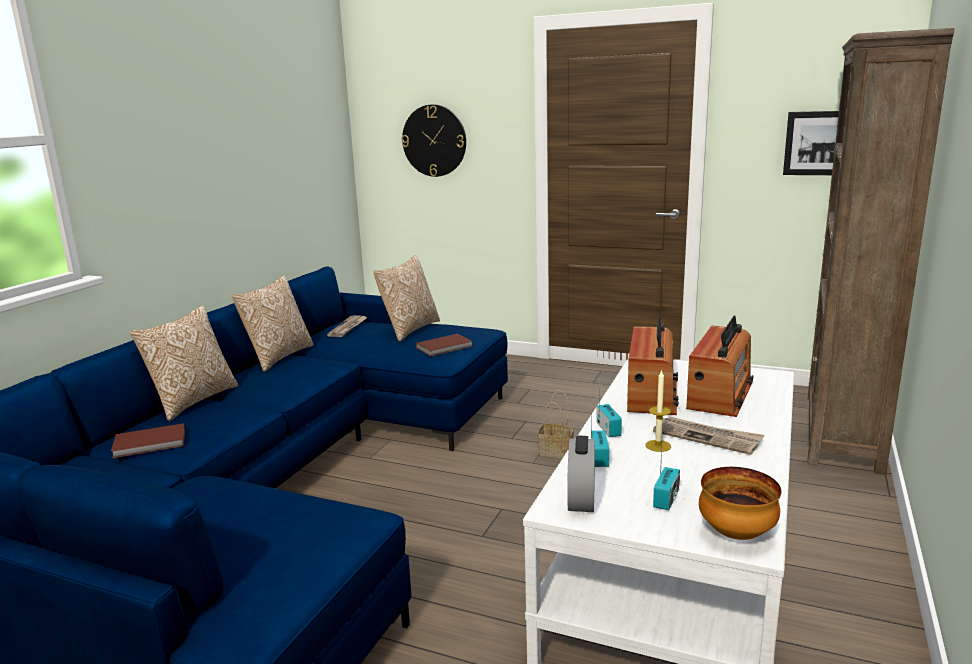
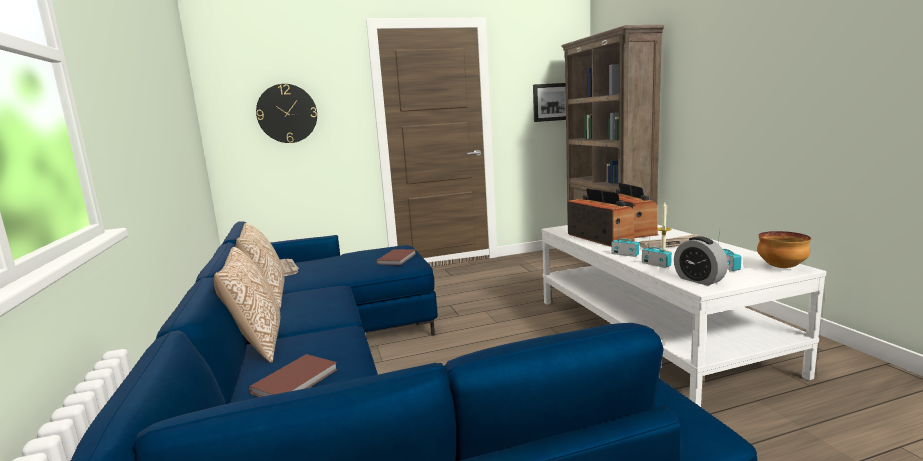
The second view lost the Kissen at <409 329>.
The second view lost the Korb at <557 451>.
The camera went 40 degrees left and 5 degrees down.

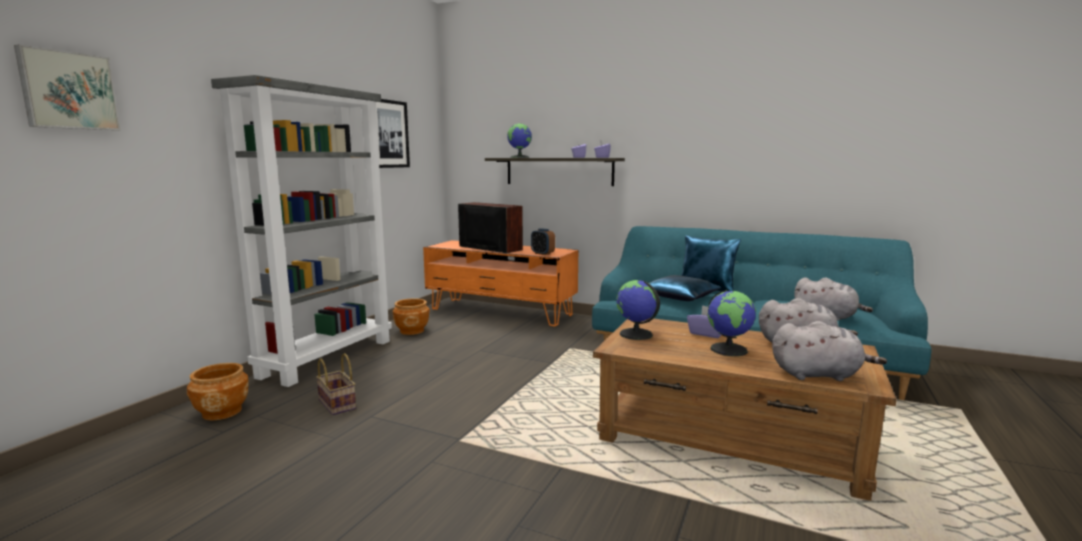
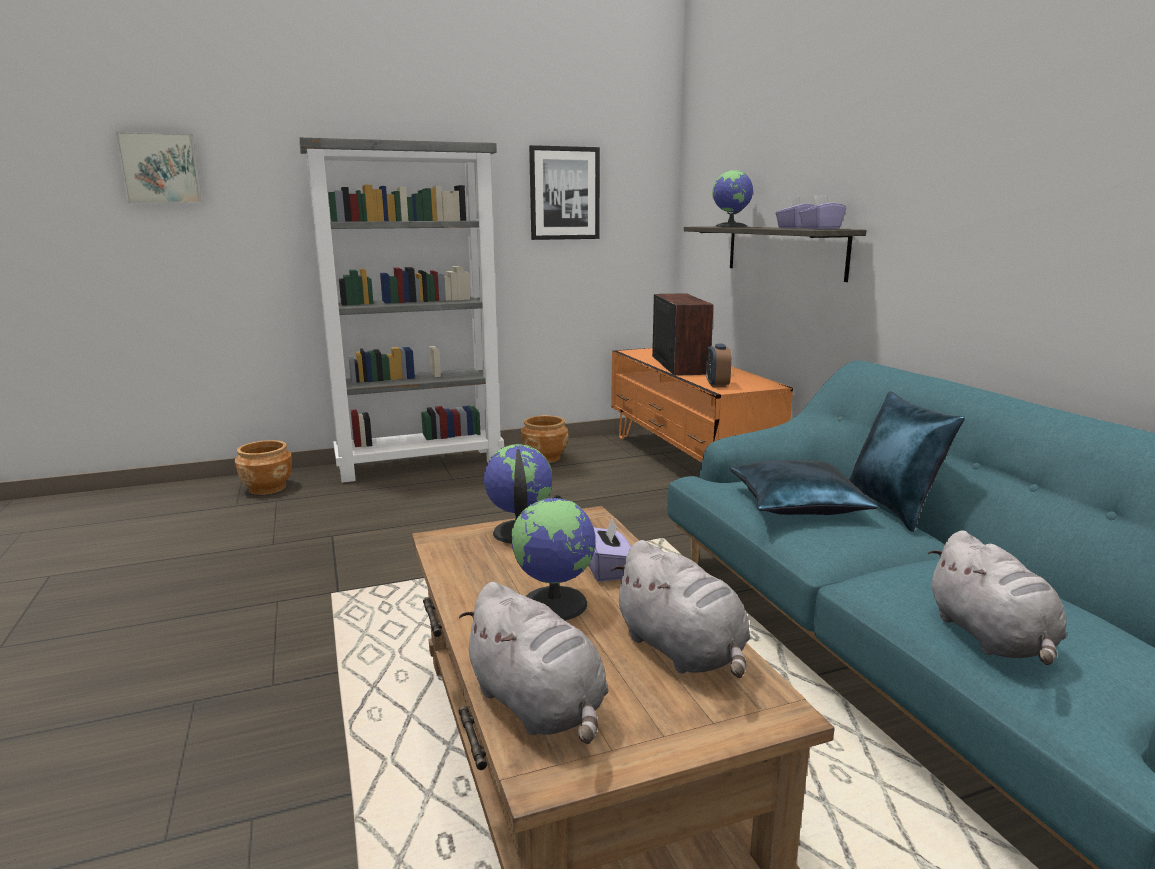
The second view lost the Korb at <338 404>.
The camera went 45 degrees right and 5 degrees up.

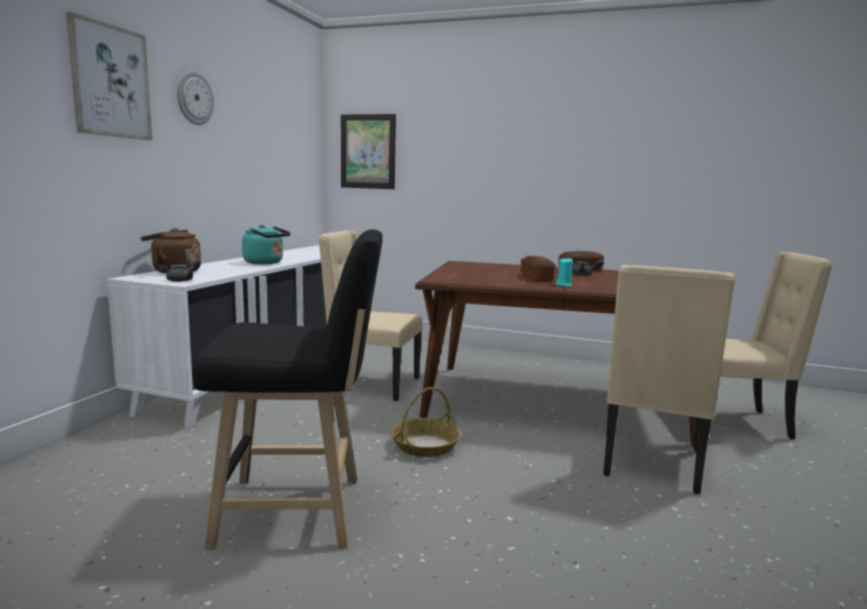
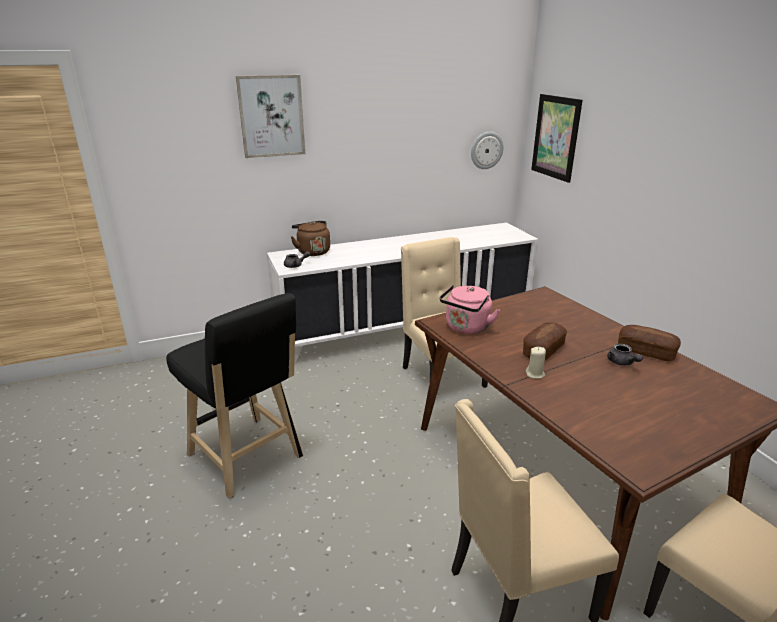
The Wanduhr ended up elsewhere, having gone from <194 98> to <486 150>.
The second view lost the Wasserkessel (türkis) at <266 263>.
The second view lost the Korb at <425 445>.
What was the Kerze (türkis) at <564 285> turned into the Kerze (beige) at <535 374>.
The second view gained the Wasserkessel (rosa) at <466 328>.
The camera went 50 degrees right and 15 degrees up.

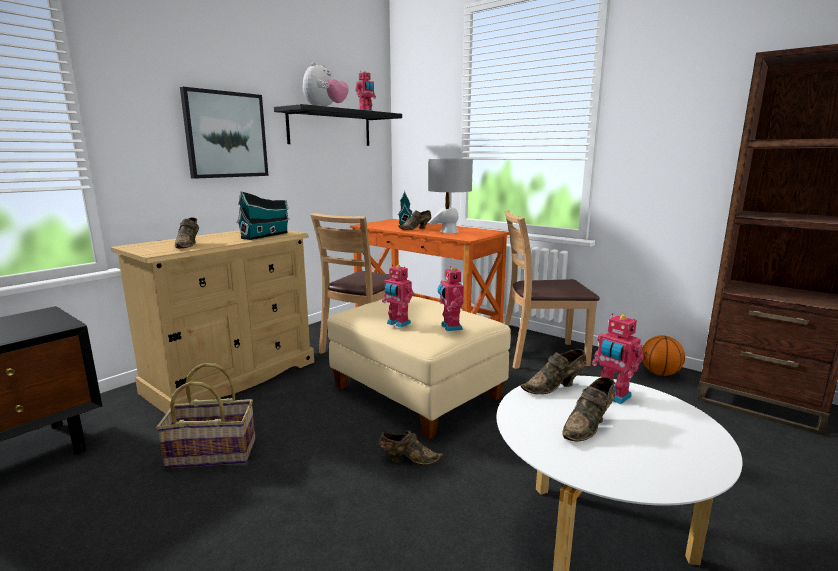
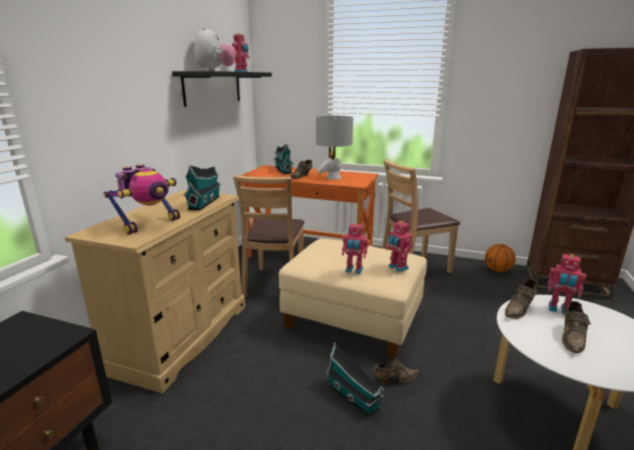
The second view lost the Korb at <213 452>.
Where the Schuh (braun) stood at <189 245>, the Spielzeugroboter came to stand at <149 224>.
The second view lost the Bild at <226 135>.
The second view gained the Spielzeughaus at <354 398>.
The camera went 20 degrees left and 5 degrees up.

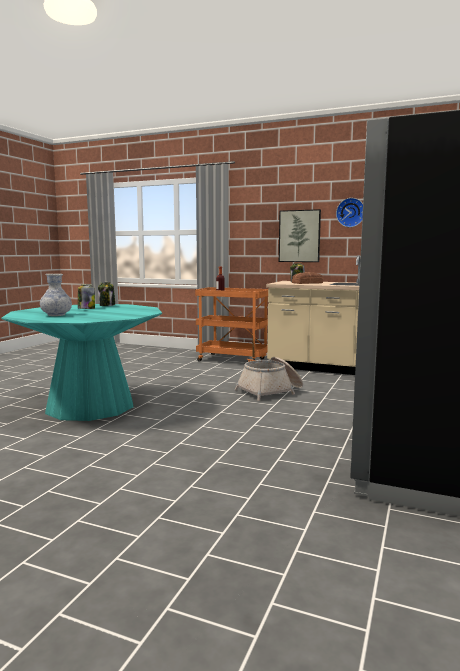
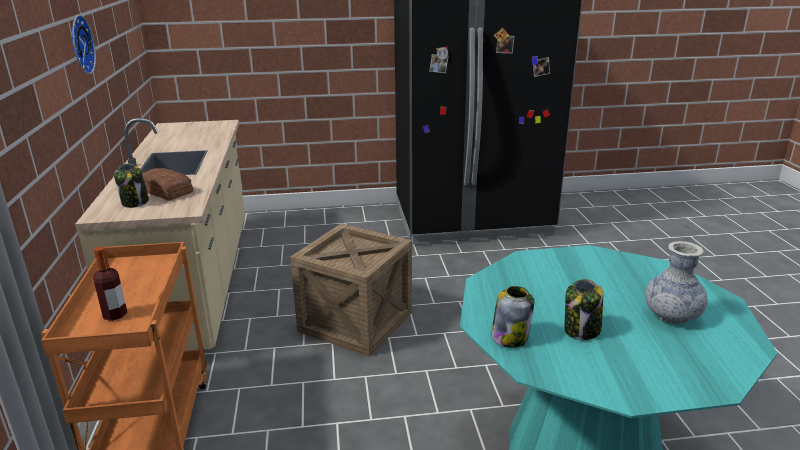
Where the Korb stood at <271 391>, the Kiste came to stand at <356 322>.
The second view lost the Bild at <299 236>.
The camera went 120 degrees left and 15 degrees up.

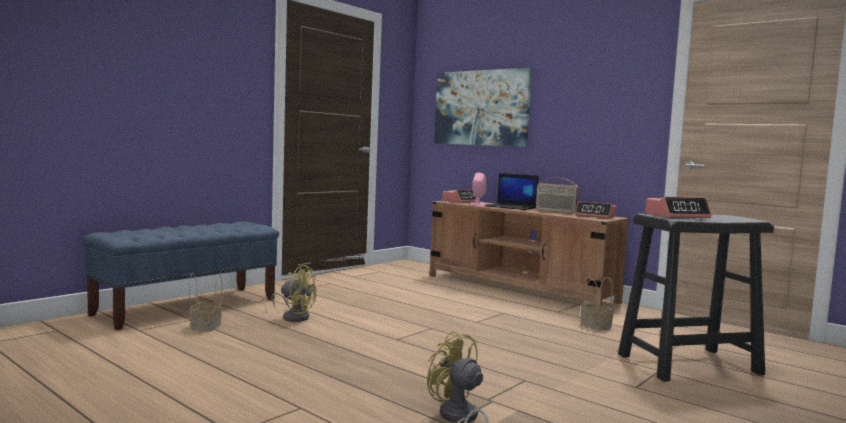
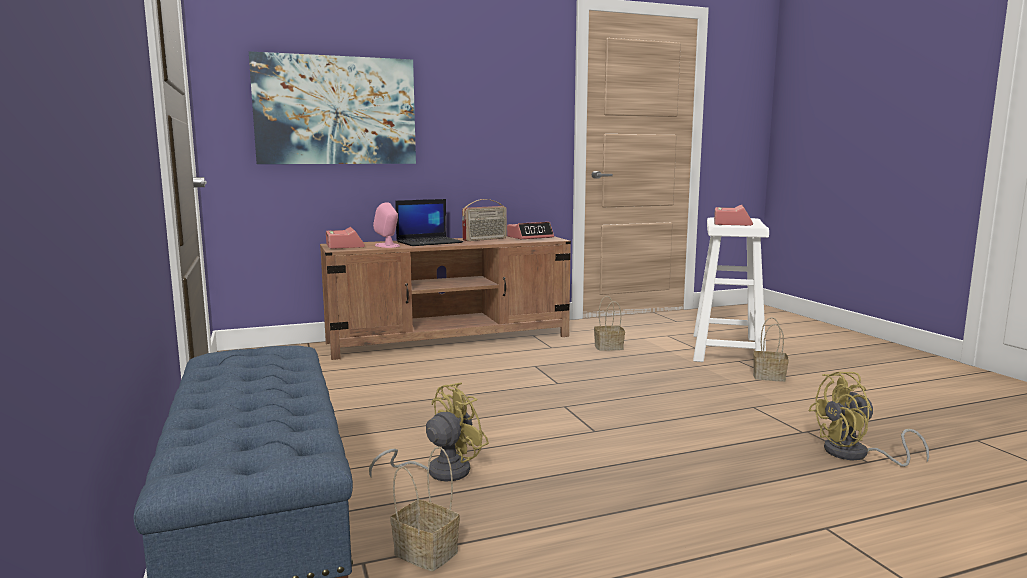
What was the Hocker (schwarz) at <689 364> turned into the Hocker (weiß) at <727 349>.
The second view gained the Korb at <770 376>.
The camera went 60 degrees left and 5 degrees up.

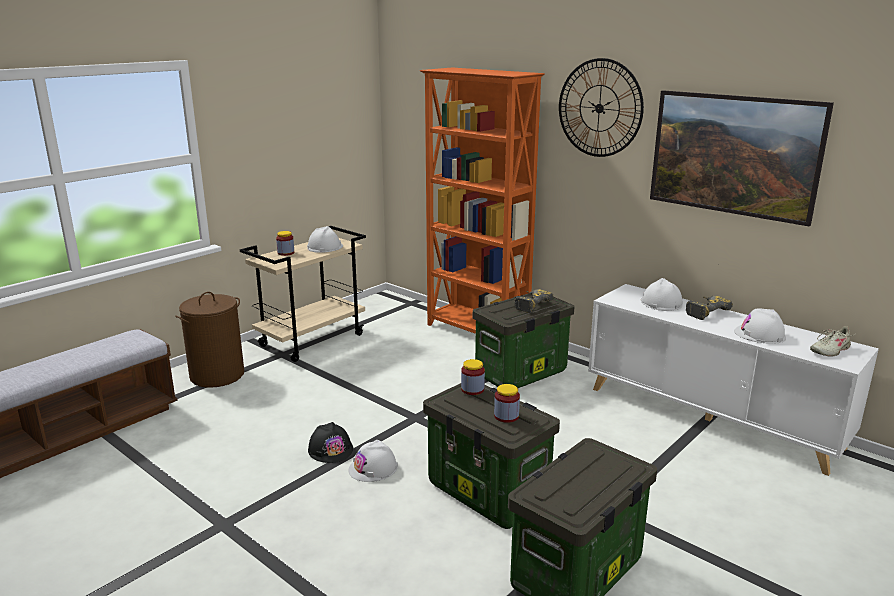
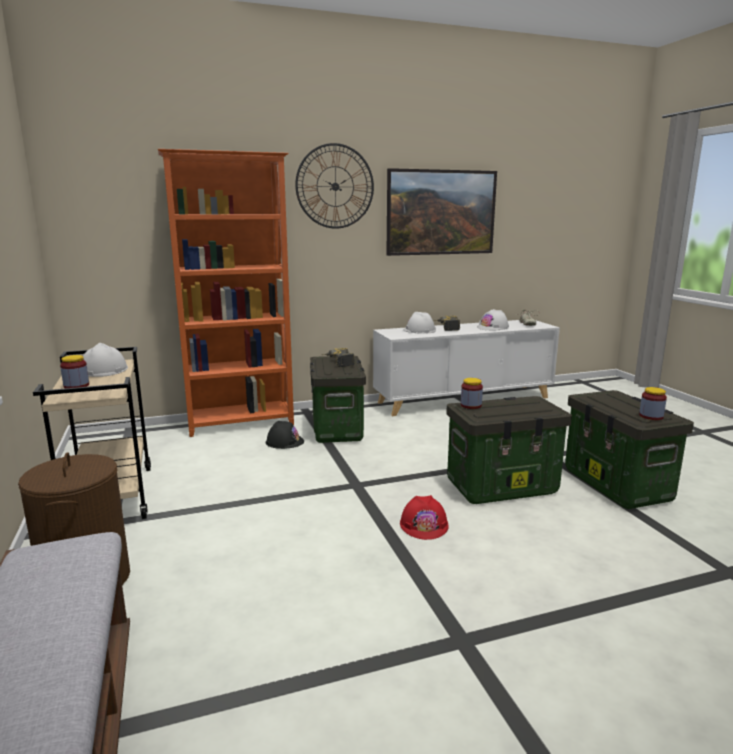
The Schutzhelm (schwarz) ended up elsewhere, having gone from <330 449> to <284 442>.
What was the Schutzhelm (weiß) at <373 468> turned into the Schutzhelm (rot) at <424 525>.
The Vorratsglas ended up elsewhere, having gone from <506 416> to <651 416>.
The camera went 60 degrees left and 5 degrees down.

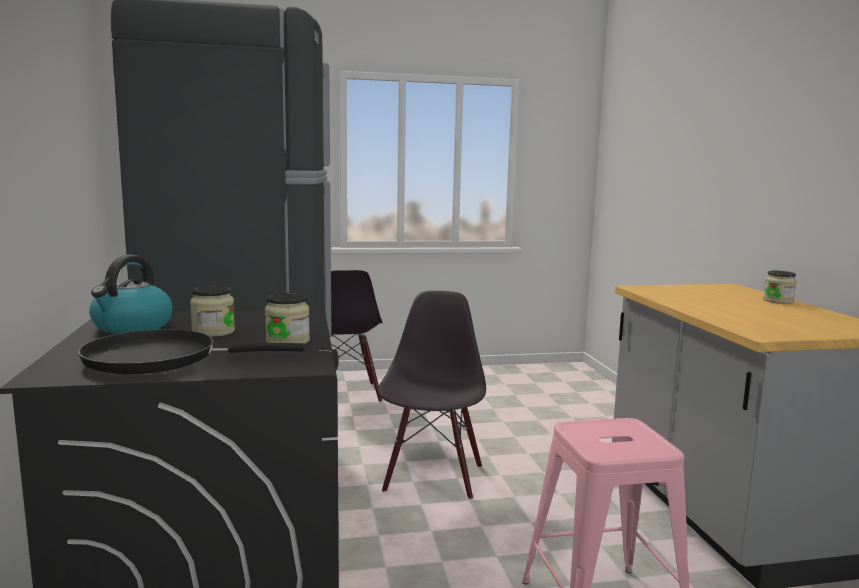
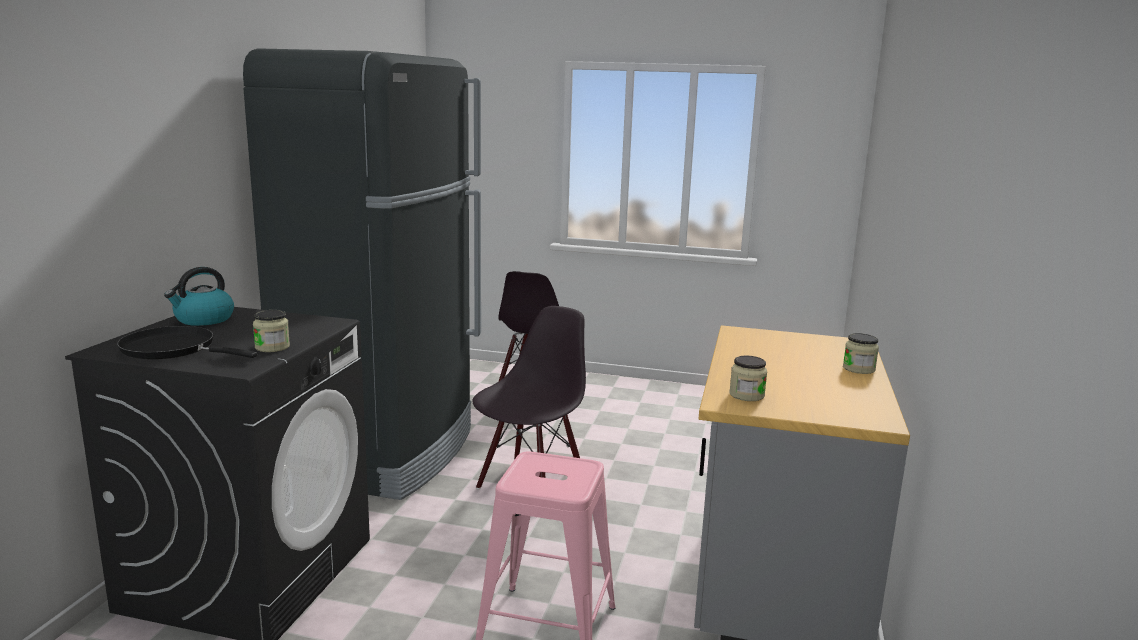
The Vorratsglas ended up elsewhere, having gone from <213 332> to <746 395>.
The camera went 25 degrees right and 5 degrees up.

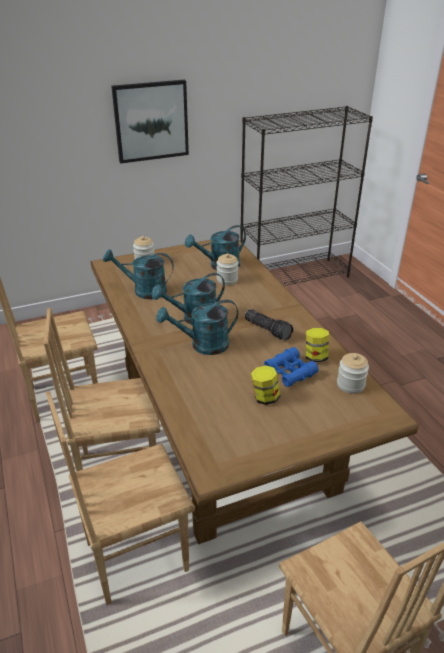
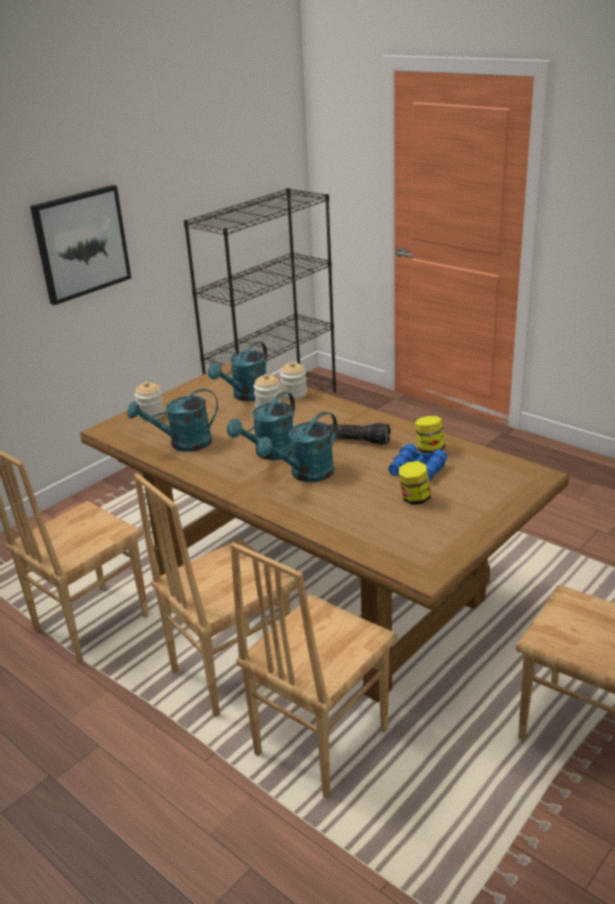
The Vorratsglas ended up elsewhere, having gone from <350 385> to <294 394>.
The camera went 25 degrees left and 5 degrees down.

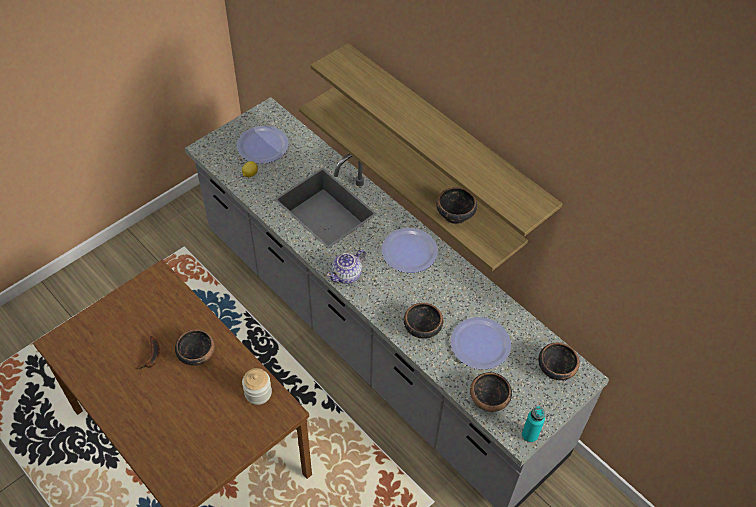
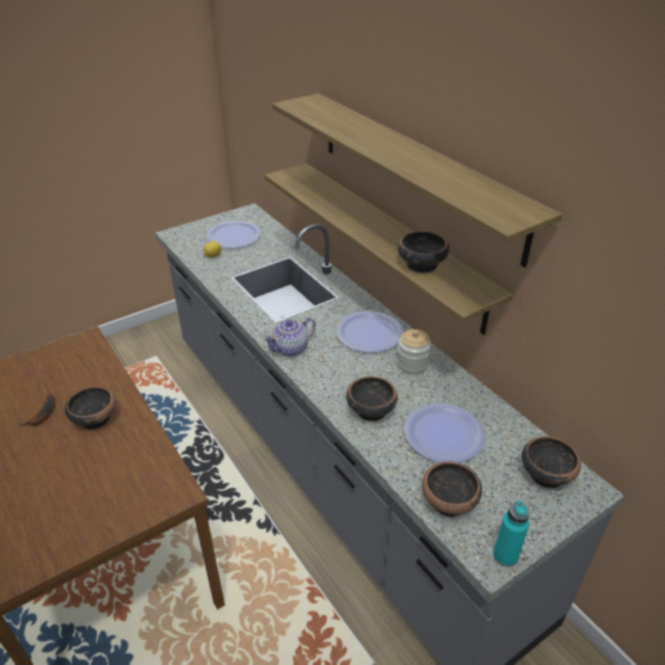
The Vorratsglas ended up elsewhere, having gone from <258 393> to <412 364>.
The camera went 10 degrees right and 15 degrees down.

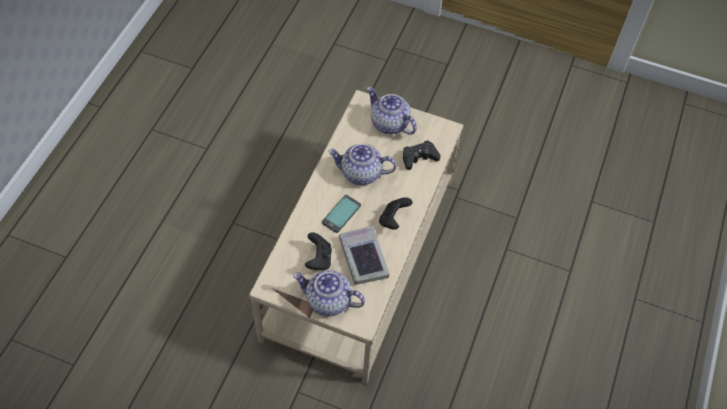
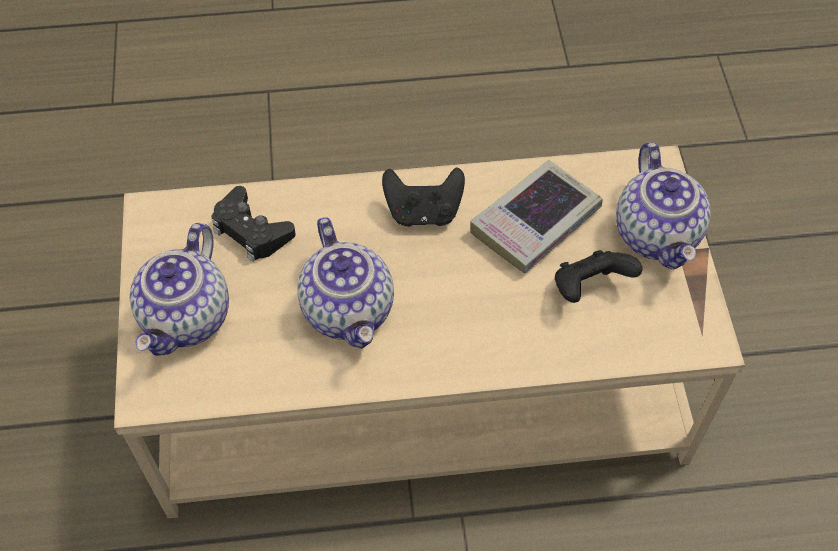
The second view lost the Handy at <341 214>.
The camera went 115 degrees left and 0 degrees up.

